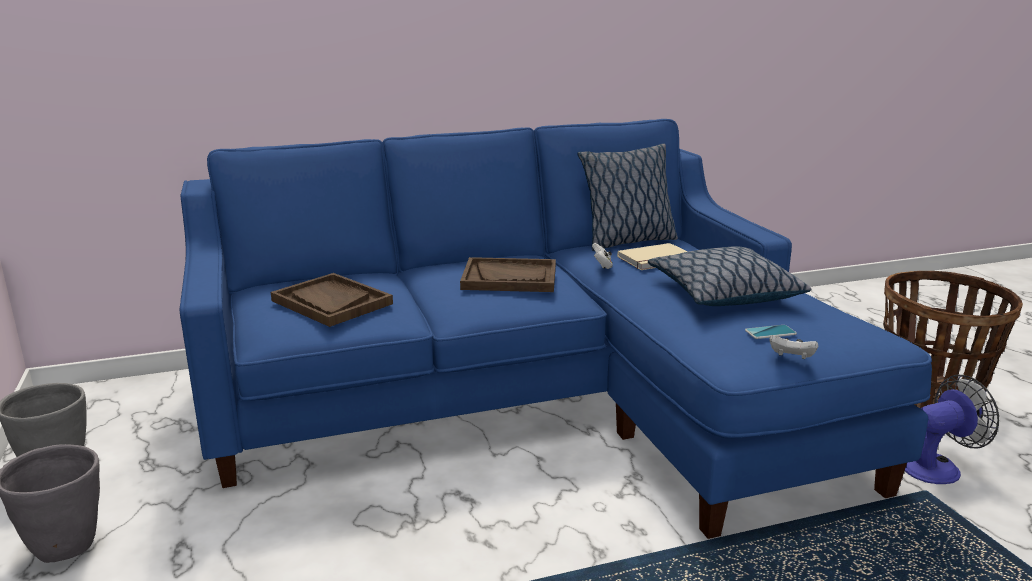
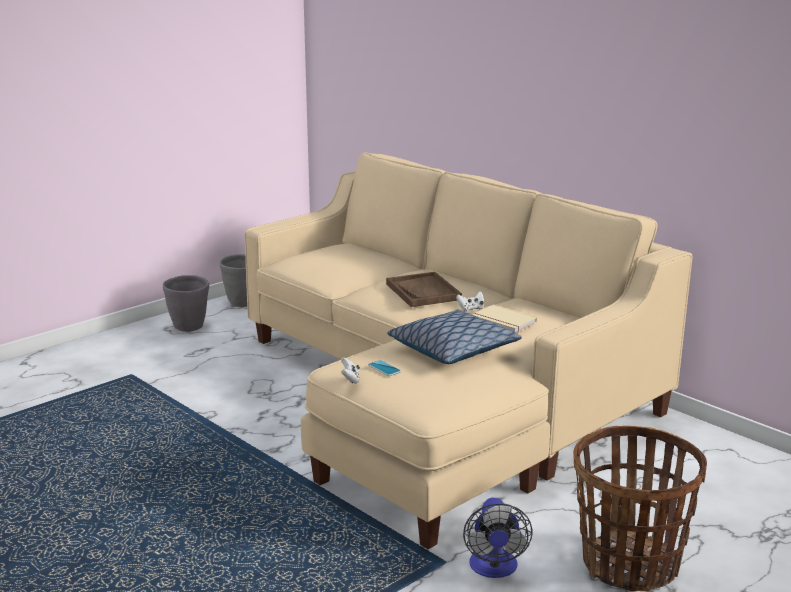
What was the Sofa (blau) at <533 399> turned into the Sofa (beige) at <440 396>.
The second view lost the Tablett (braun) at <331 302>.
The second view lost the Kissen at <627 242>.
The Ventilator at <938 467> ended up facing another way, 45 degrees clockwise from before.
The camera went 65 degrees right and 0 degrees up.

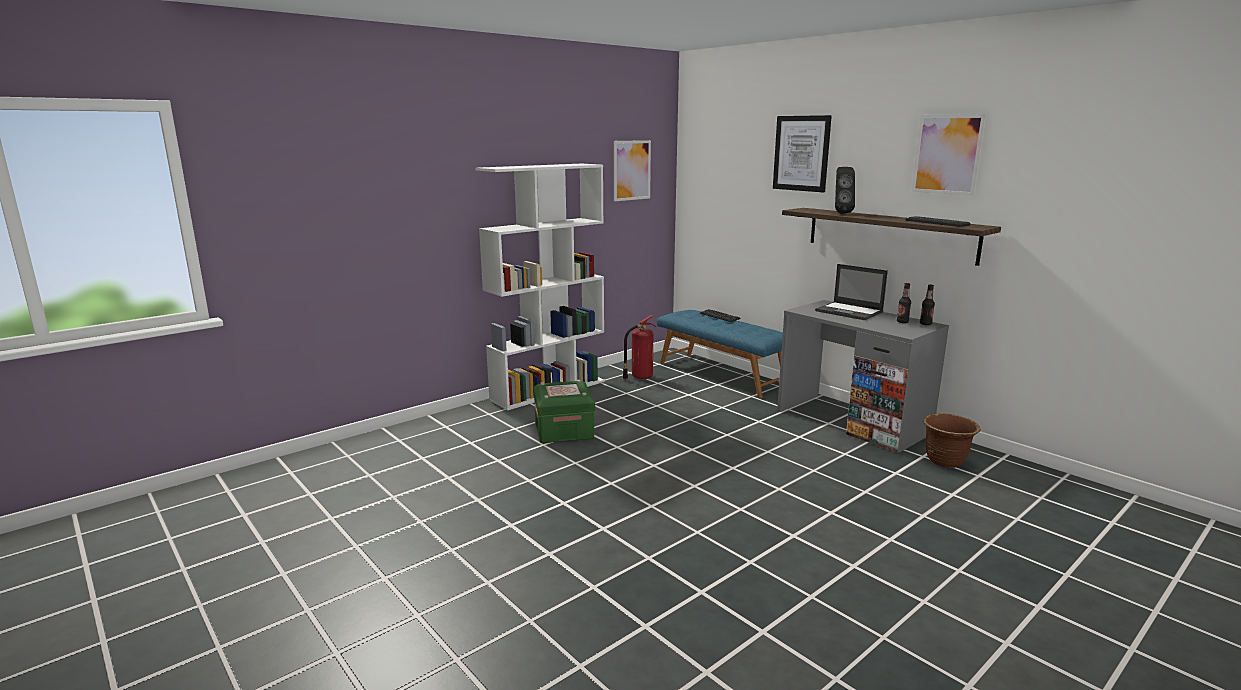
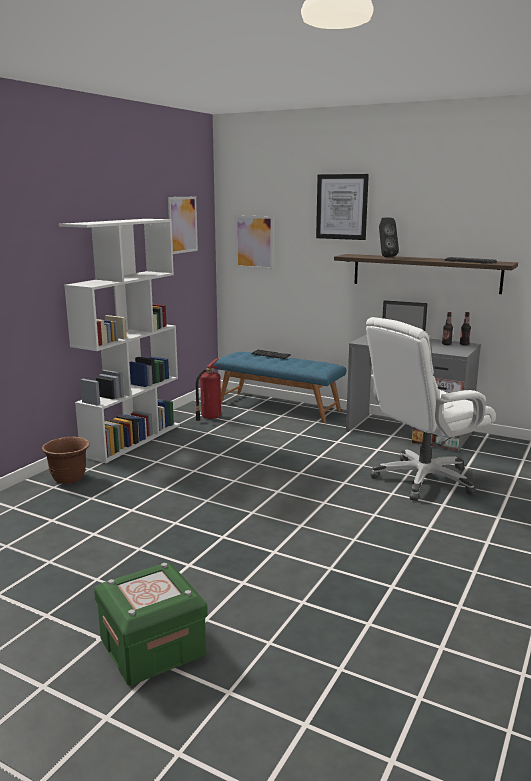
The Aufbewahrungsbox (grün) ended up elsewhere, having gone from <564 430> to <152 647>.
The Bild ended up elsewhere, having gone from <947 154> to <254 242>.
The Pflanzkübel (braun) ended up elsewhere, having gone from <945 461> to <69 478>.
The second view gained the Bürostuhl (weiß) at <422 479>.
The camera went 20 degrees left and 0 degrees up.

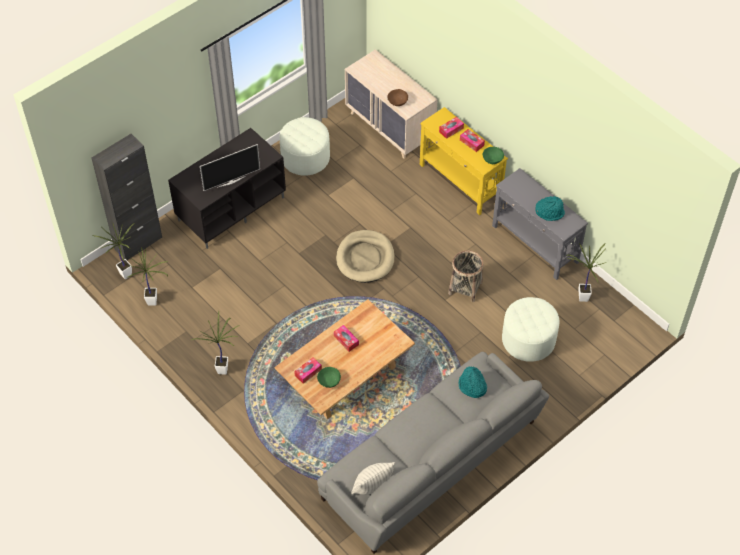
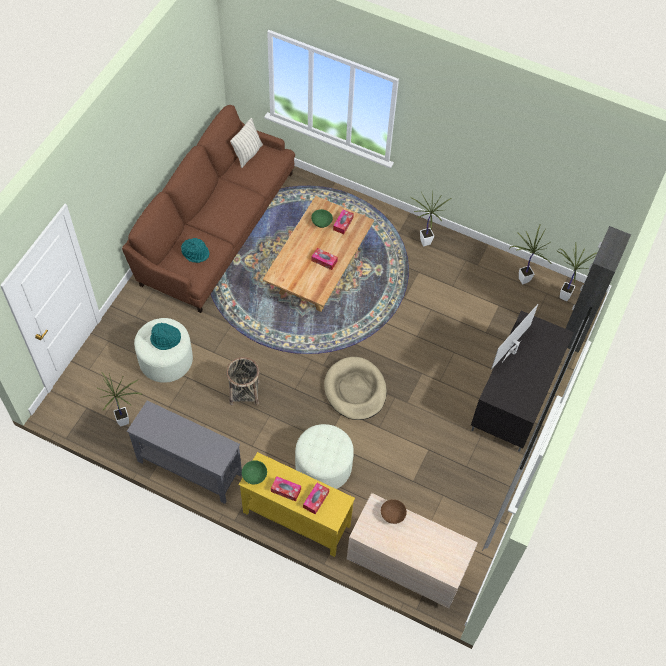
The Polsterhocker (weiß) ended up elsewhere, having gone from <305 158> to <323 466>.
What was the Sofa (grau) at <431 462> turned into the Sofa (braun) at <216 226>.
The Hut (türkis) ended up elsewhere, having gone from <549 212> to <165 340>.
The camera went 155 degrees right and 5 degrees up.

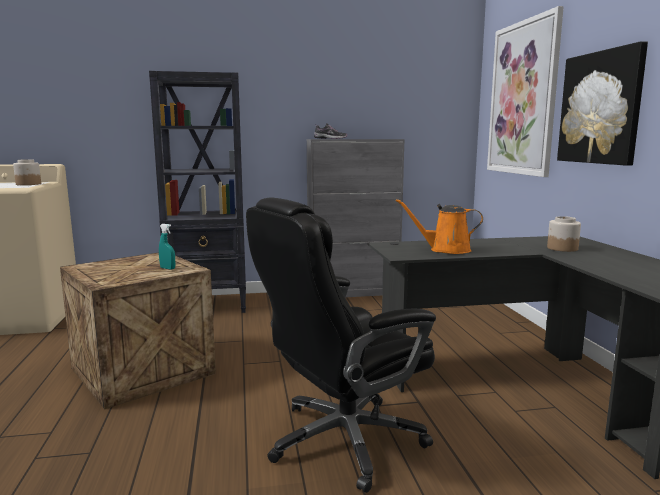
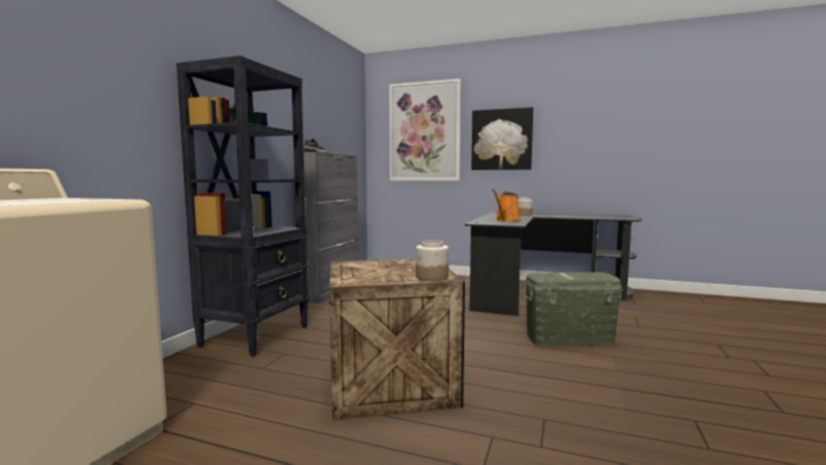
The Vorratsglas ended up elsewhere, having gone from <28 184> to <432 277>.
The second view lost the Sprühflasche (türkis) at <167 268>.
Where the Bürostuhl (schwarz) stood at <342 440>, the Aufbewahrungsbox (grün) came to stand at <569 339>.
The camera went 60 degrees left and 5 degrees down.

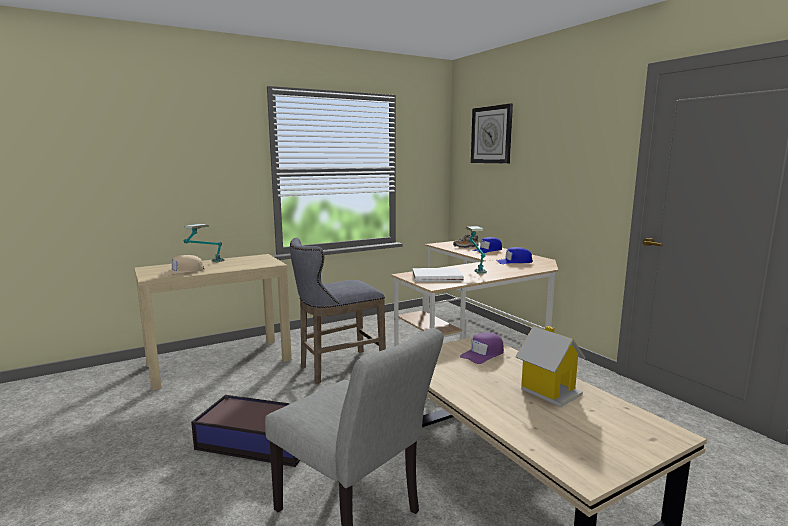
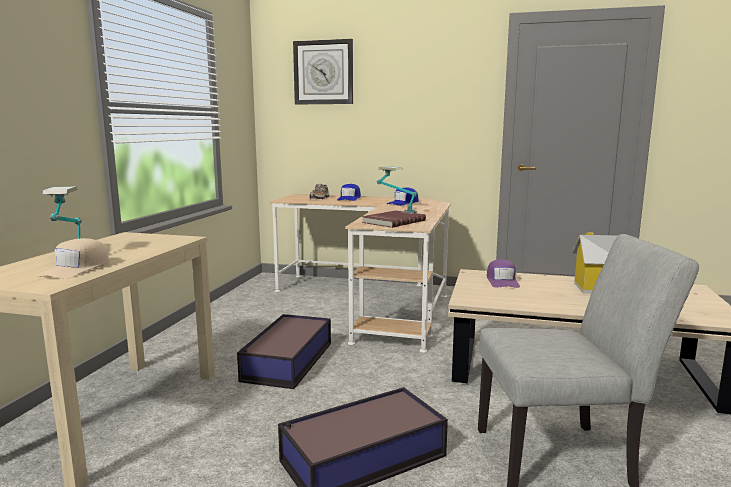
Where the Hocker (grau) stood at <337 368>, the Aufbewahrungsbox came to stand at <287 362>.
What was the Buch (weiß) at <436 277> turned into the Buch (rot) at <393 221>.
The camera went 45 degrees left and 0 degrees up.

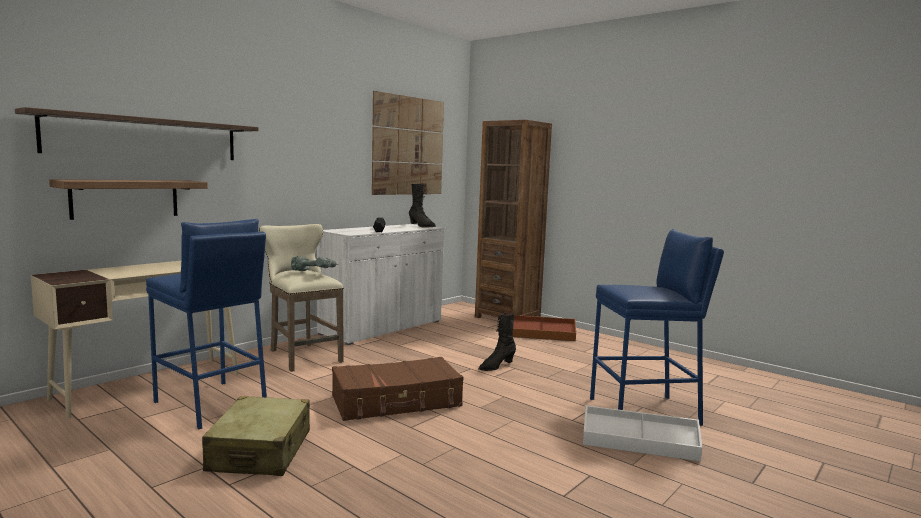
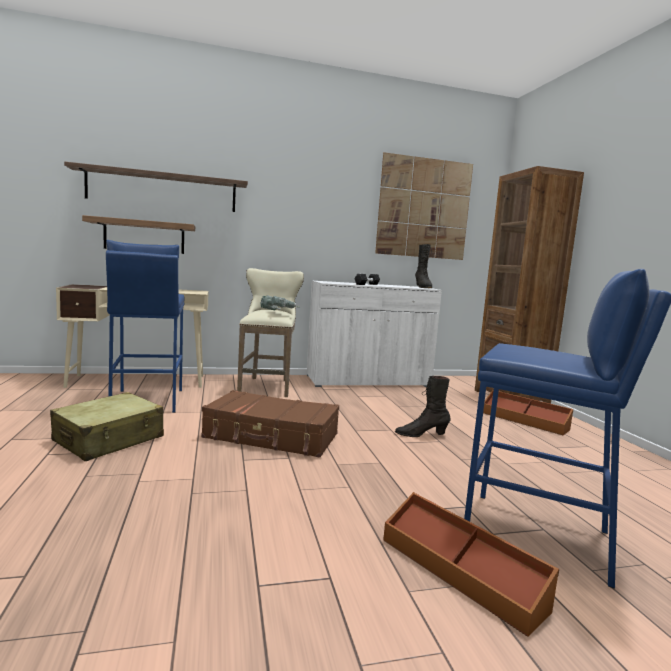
What was the Aufbewahrungsbox (weiß) at <639 445> turned into the Aufbewahrungsbox (braun) at <460 572>.
The camera went 35 degrees right and 0 degrees up.

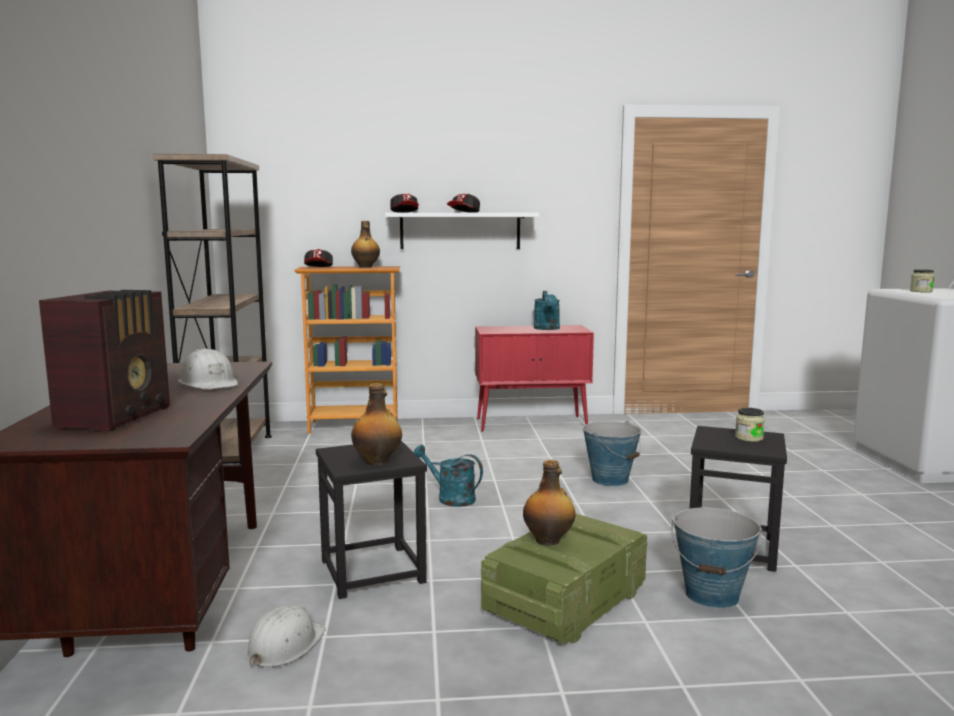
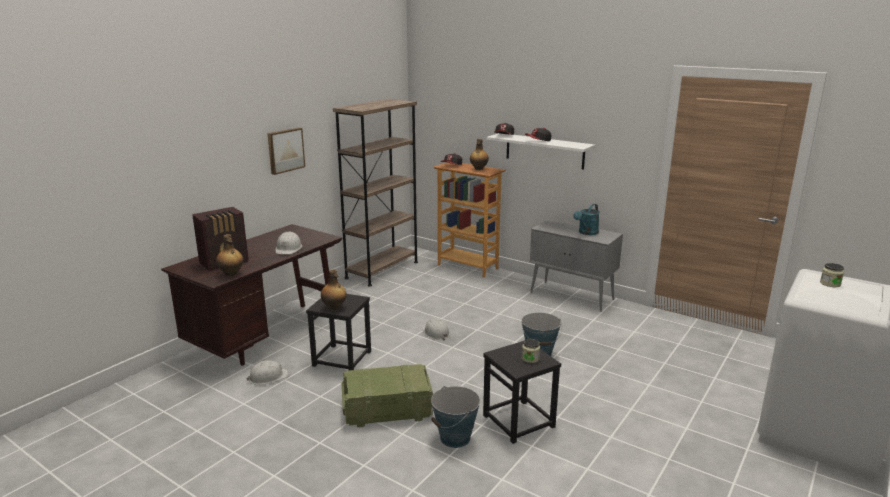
Where the Gießkanne (türkis) stood at <450 498>, the Schutzhelm (weiß) came to stand at <435 333>.
What was the Schrank (rot) at <532 423> turned into the Schrank (grau) at <572 296>.
The Flasche ended up elsewhere, having gone from <548 540> to <231 274>.
The second view gained the Bild at <285 150>.
The camera went 40 degrees right and 10 degrees up.

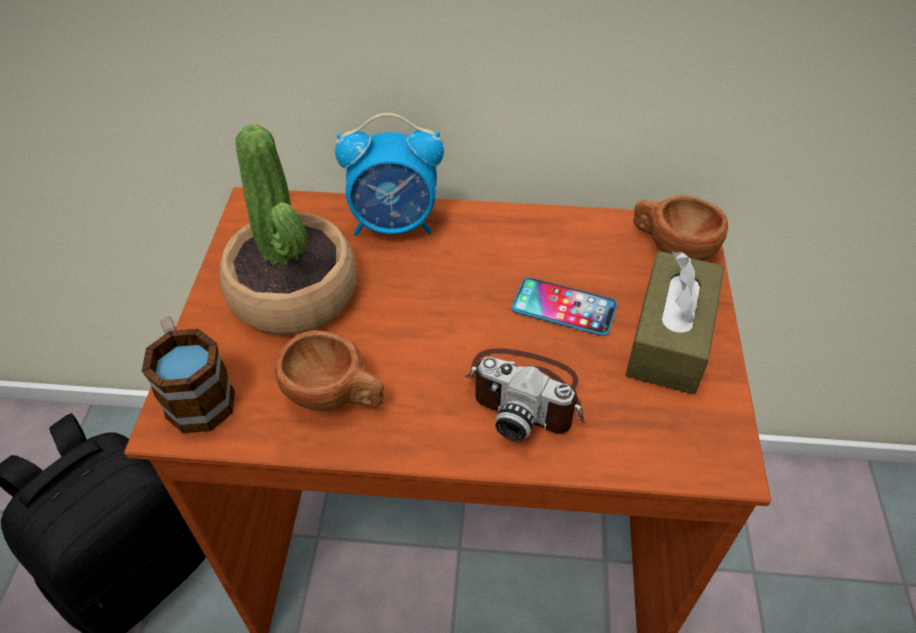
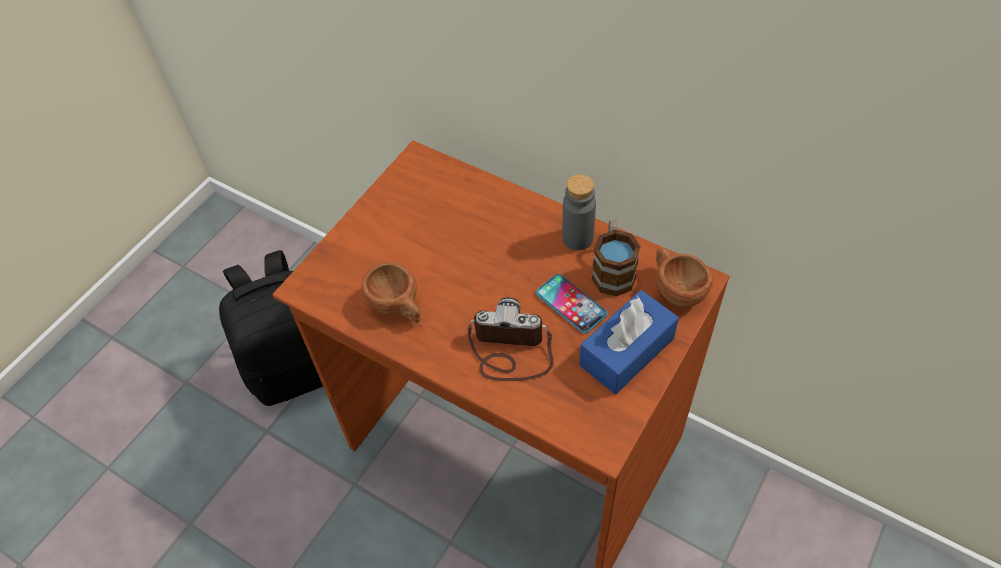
The Henkelbecher ended up elsewhere, having gone from <196 392> to <612 270>.
The second view lost the Topfpflanze at <294 292>.
The second view lost the Wecker at <395 224>.
The Kamera at <527 394> ended up facing another way, 135 degrees clockwise from before.
What was the Taschentuchbox (braun) at <669 338> turned into the Taschentuchbox (blau) at <626 351>.
The second view gained the Flasche (grau) at <577 238>.
The camera went 30 degrees right and 5 degrees up.

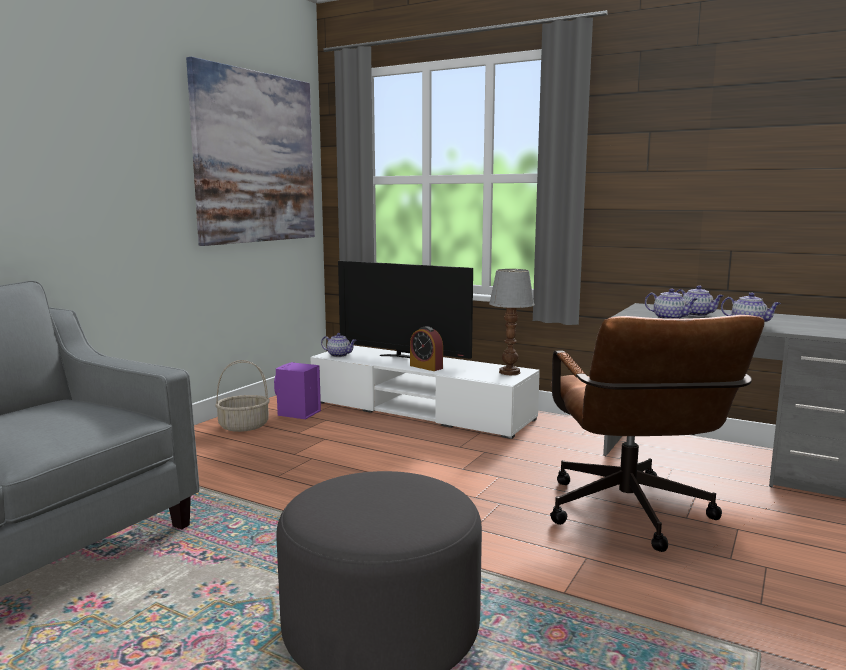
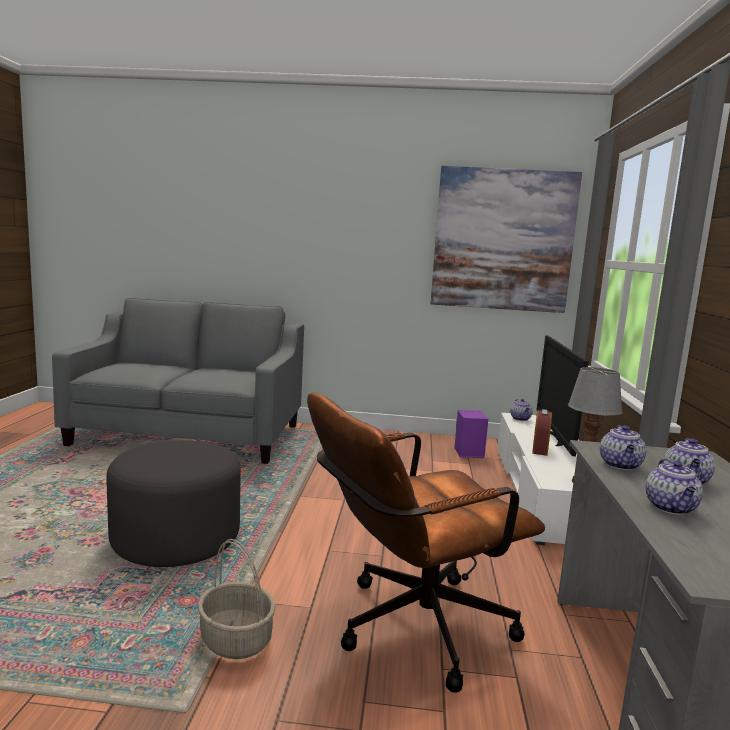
The Korb ended up elsewhere, having gone from <244 426> to <237 640>.
The camera went 65 degrees right and 0 degrees up.

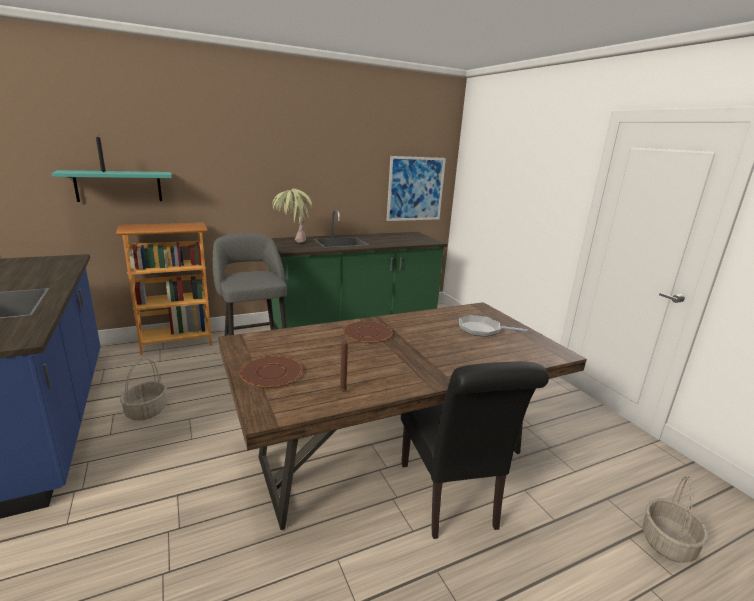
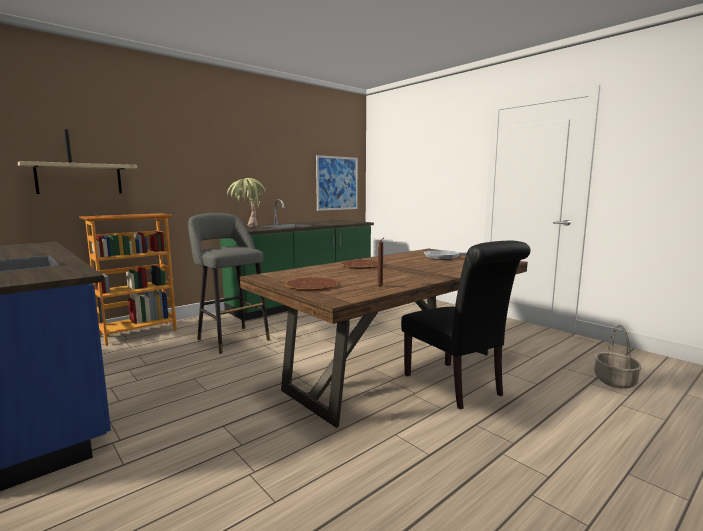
What was the Wandregal (türkis) at <119 186> turned into the Wandregal (beige) at <79 179>.
The second view lost the Korb at <146 411>.
The camera went 15 degrees left and 10 degrees down.

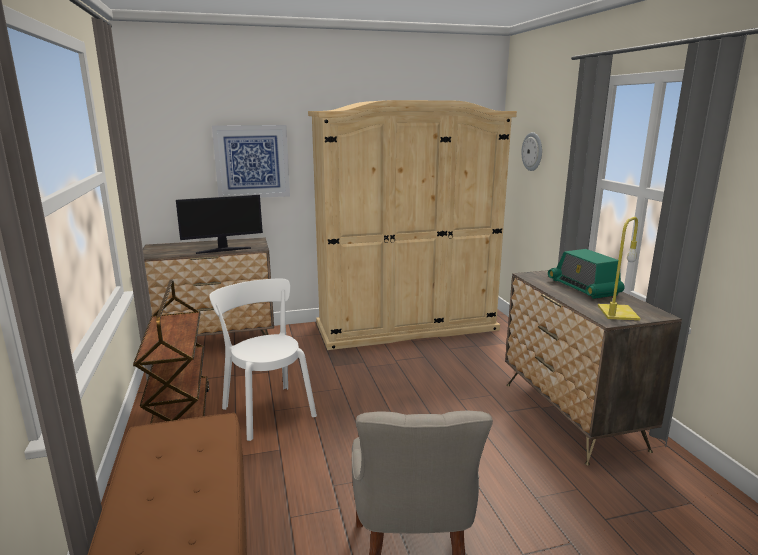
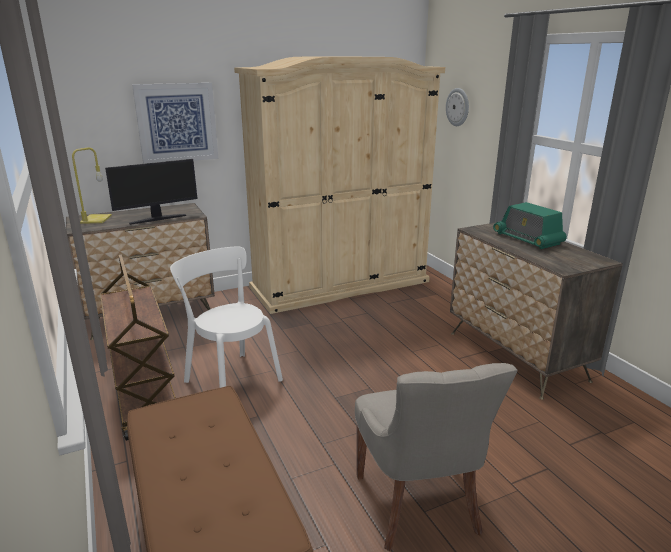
The Tischlampe (gelb) ended up elsewhere, having gone from <618 313> to <96 219>.
The camera went 10 degrees left and 5 degrees up.

